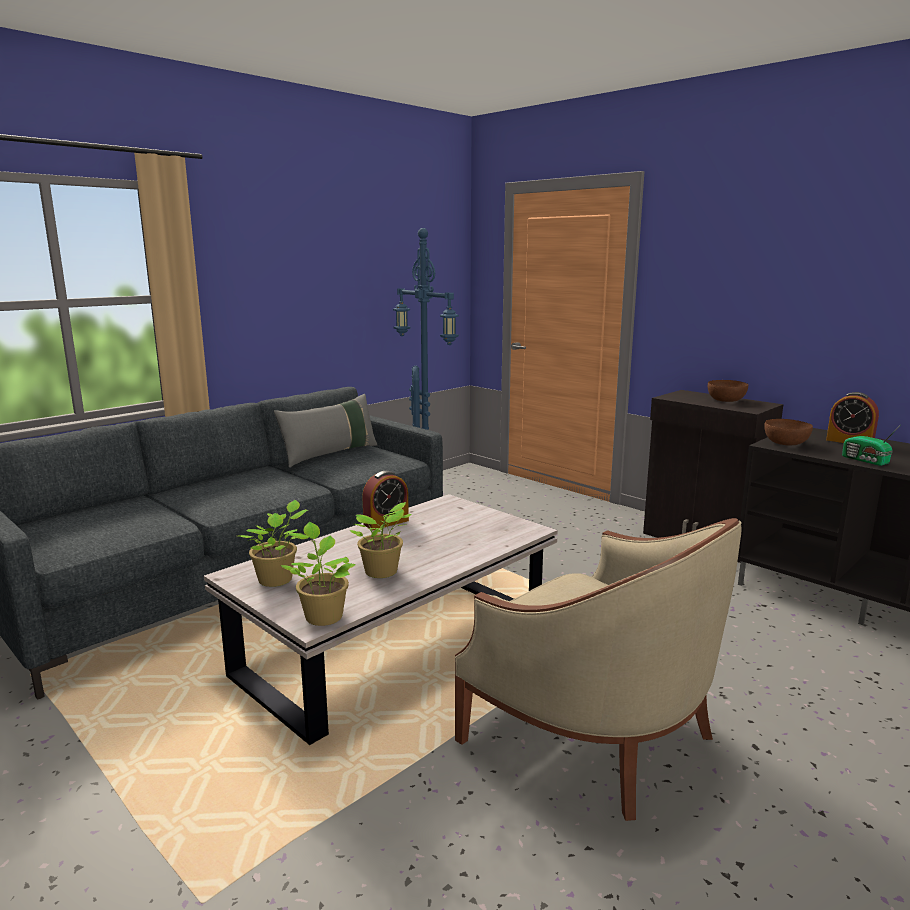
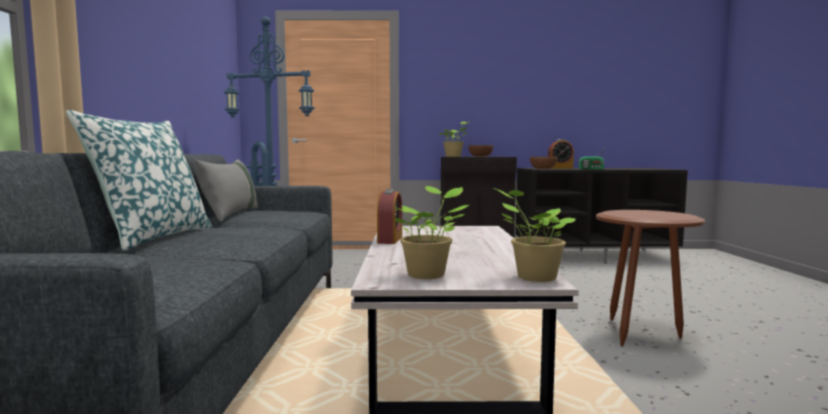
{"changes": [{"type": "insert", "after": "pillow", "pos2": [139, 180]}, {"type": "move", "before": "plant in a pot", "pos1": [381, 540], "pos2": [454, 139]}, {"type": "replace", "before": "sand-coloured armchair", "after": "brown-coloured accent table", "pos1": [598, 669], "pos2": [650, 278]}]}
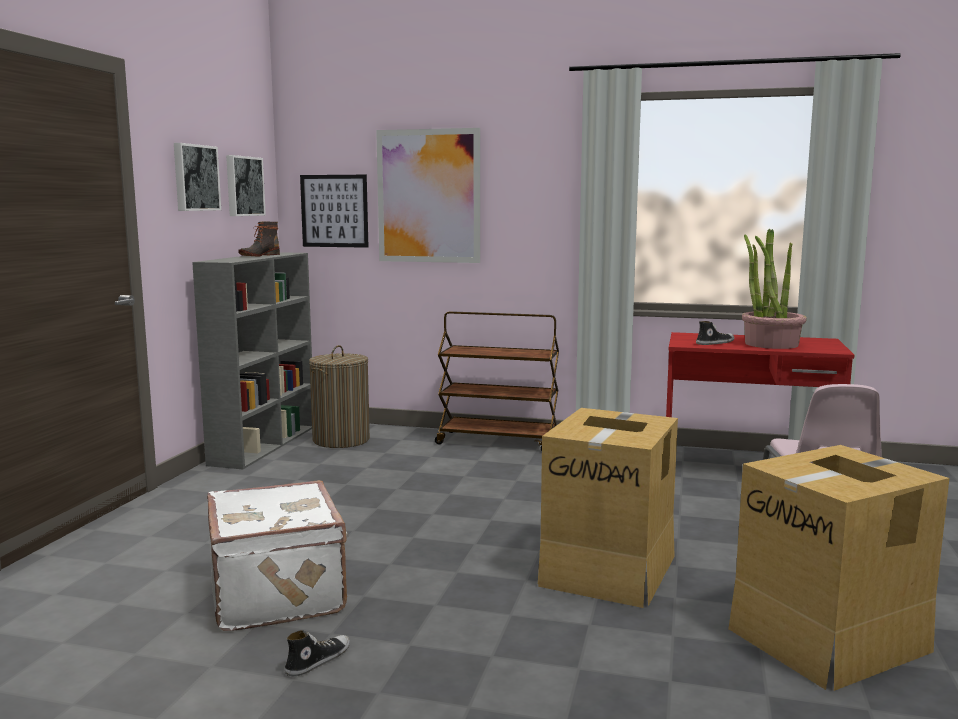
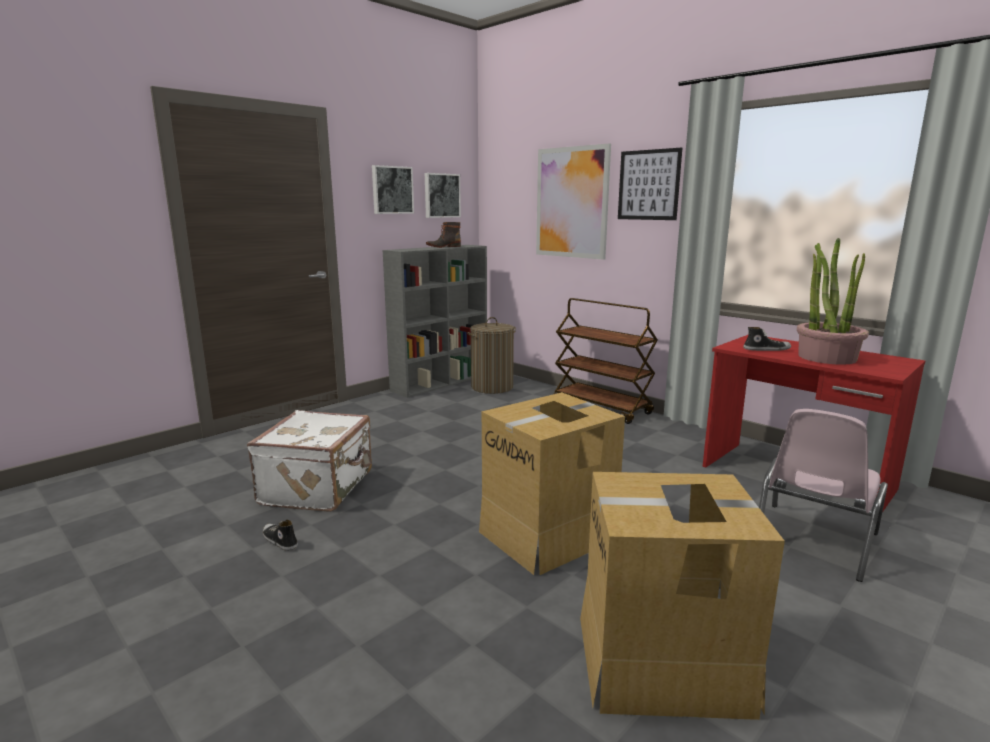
{"changes": [{"type": "move", "before": "wall picture", "pos1": [334, 211], "pos2": [650, 184]}, {"type": "rotate", "before": "shoe", "pos1": [317, 653], "pos2": [280, 535], "turn": -120}]}
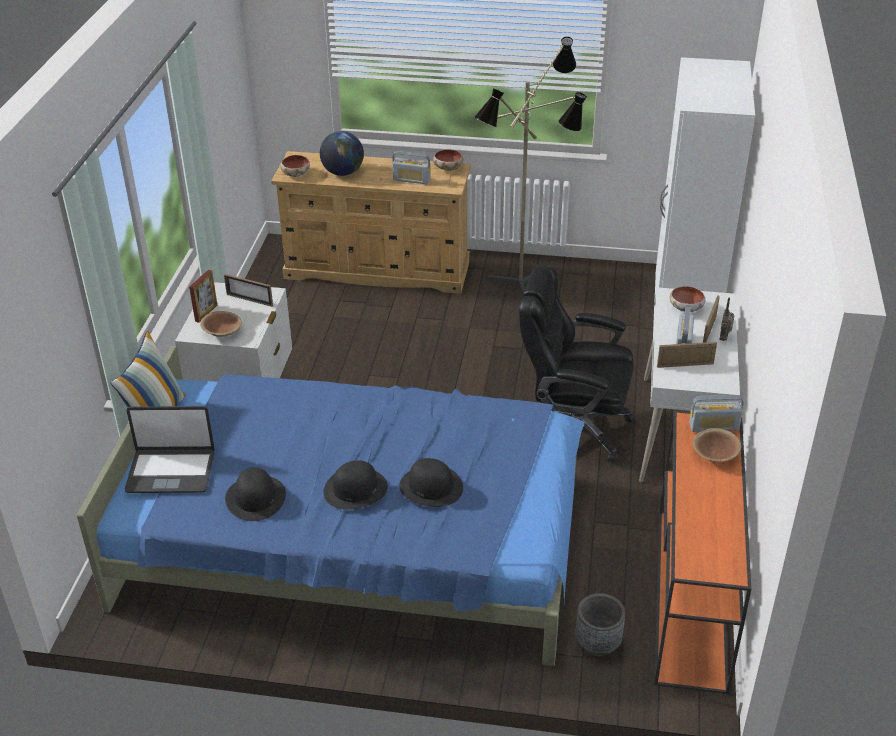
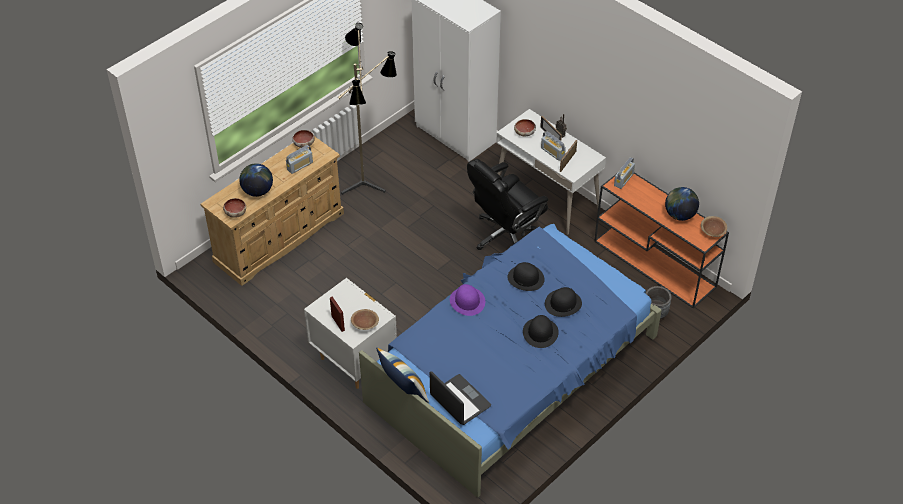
{"changes": [{"type": "delete", "before": "picture frame", "pos1": [248, 290]}, {"type": "insert", "after": "purplish wearable hat", "pos2": [467, 300]}, {"type": "insert", "after": "desk globe", "pos2": [682, 204]}, {"type": "move", "before": "black wearable hat", "pos1": [255, 494], "pos2": [526, 276]}, {"type": "move", "before": "brown-coloured deep dish", "pos1": [717, 445], "pos2": [714, 226]}, {"type": "rotate", "before": "notebook computer", "pos1": [170, 449], "pos2": [460, 398], "turn": -75}]}
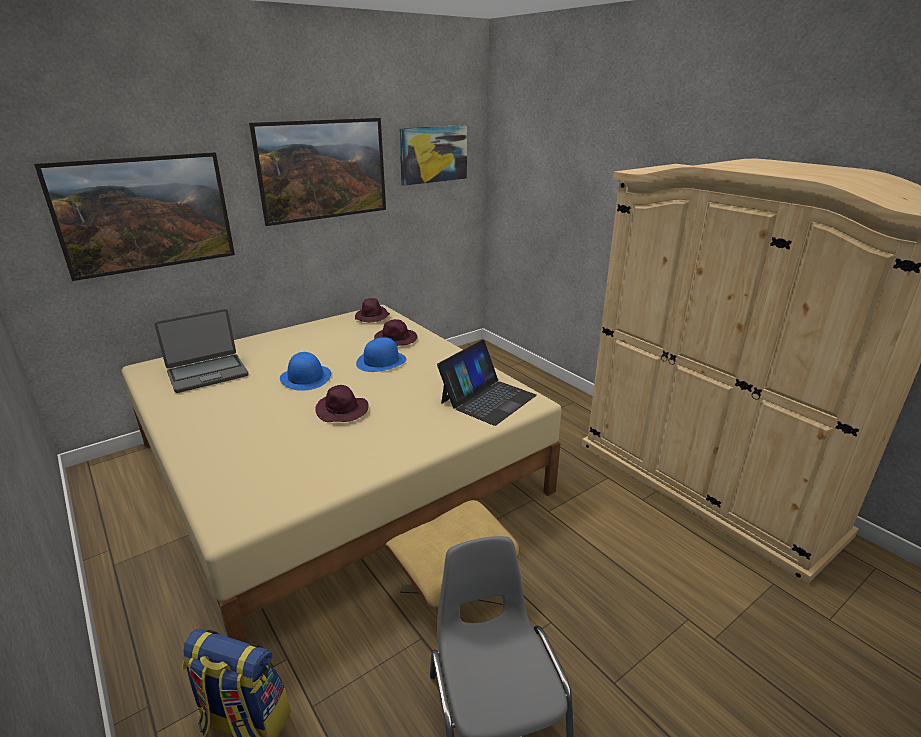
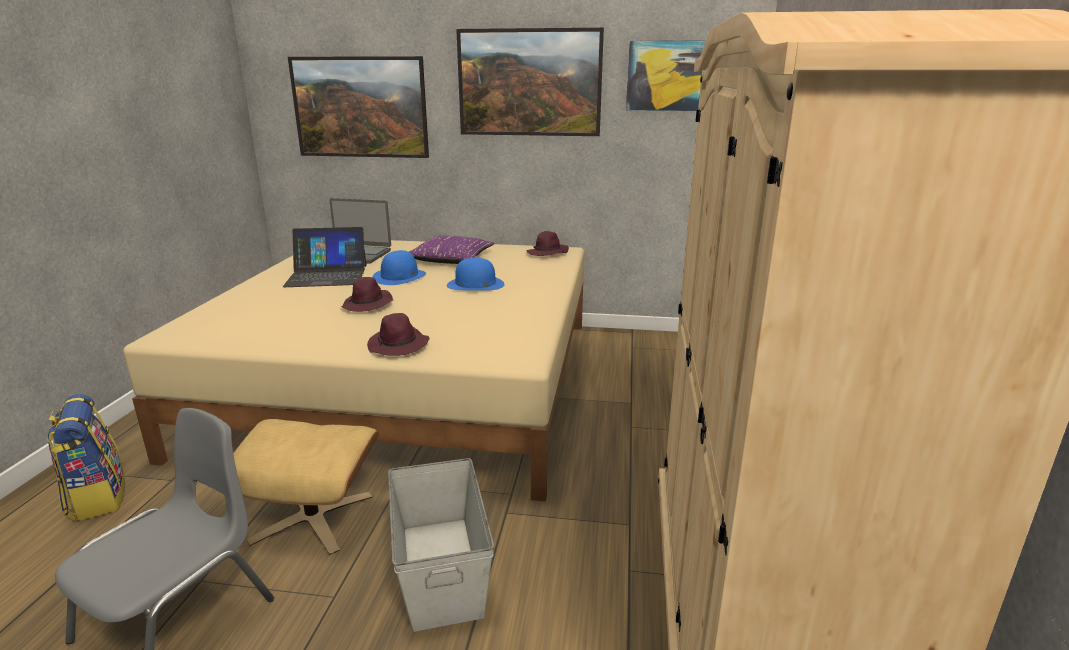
{"changes": [{"type": "insert", "after": "gray storage bin", "pos2": [441, 545]}, {"type": "insert", "after": "purplish pillow", "pos2": [452, 249]}, {"type": "move", "before": "purplish wearable hat", "pos1": [395, 332], "pos2": [398, 334]}, {"type": "move", "before": "notebook computer", "pos1": [487, 383], "pos2": [325, 257]}]}
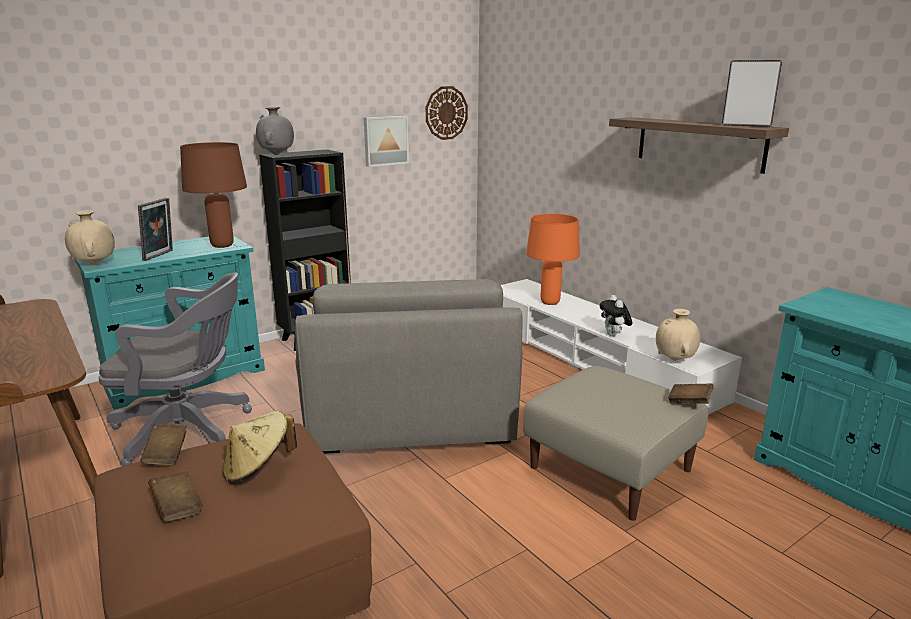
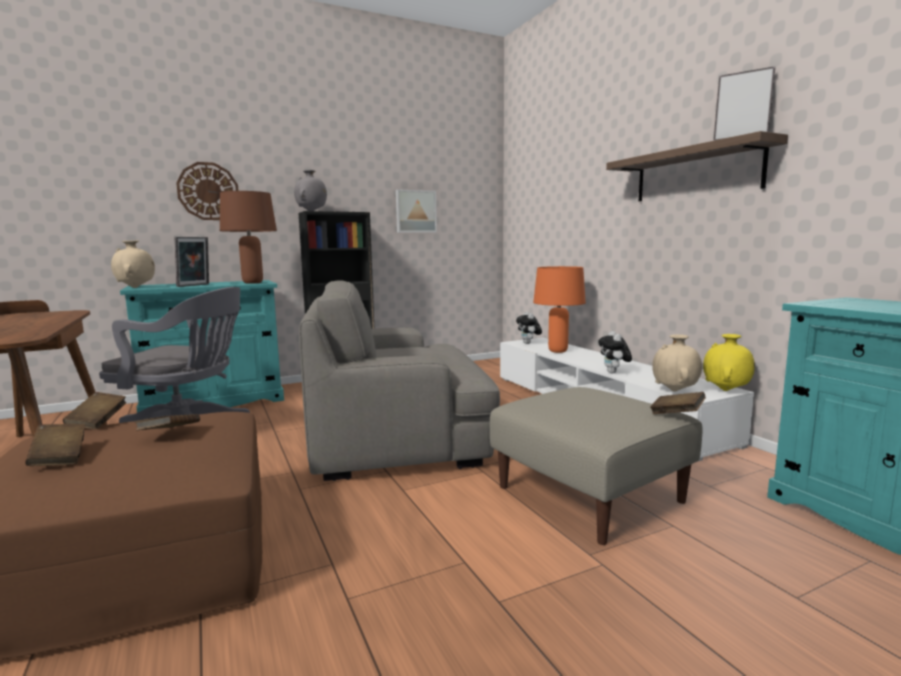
{"changes": [{"type": "insert", "after": "cuddly toy", "pos2": [529, 328]}, {"type": "insert", "after": "yellowish decorative vase", "pos2": [729, 362]}, {"type": "move", "before": "clock on the wall", "pos1": [447, 113], "pos2": [207, 191]}, {"type": "replace", "before": "sand-coloured wearable hat", "after": "brown-coloured volume", "pos1": [260, 447], "pos2": [167, 422]}, {"type": "rotate", "before": "gray armchair", "pos1": [409, 366], "pos2": [399, 381], "turn": 75}]}
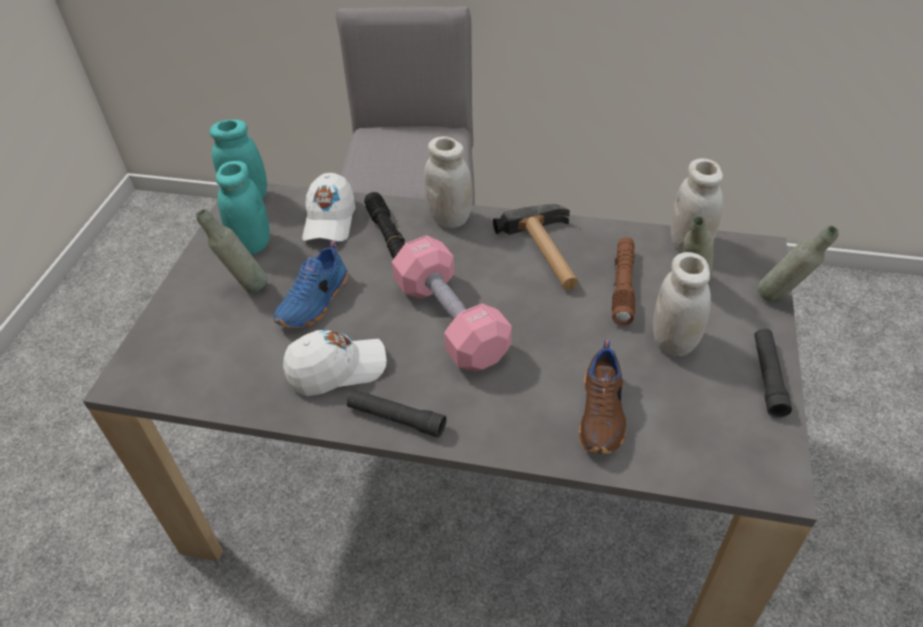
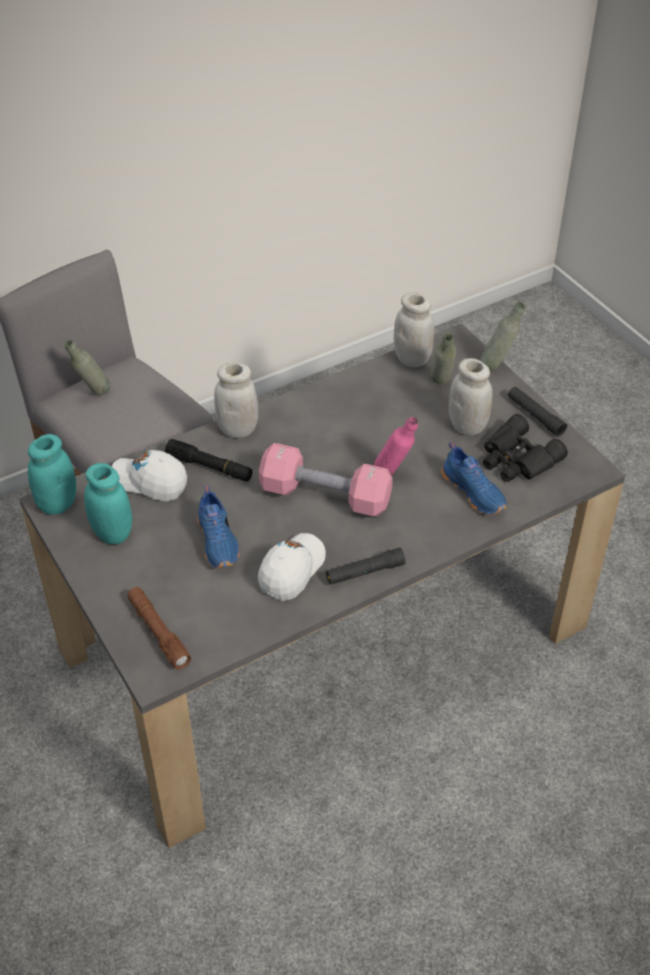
{"changes": [{"type": "delete", "before": "hand hammer", "pos1": [535, 247]}, {"type": "insert", "after": "pink-coloured beverage bottle", "pos2": [396, 446]}, {"type": "insert", "after": "black field glasses", "pos2": [525, 448]}, {"type": "move", "before": "gray beverage bottle", "pos1": [232, 251], "pos2": [88, 368]}, {"type": "move", "before": "brown-coloured torch", "pos1": [623, 281], "pos2": [159, 628]}, {"type": "recolor", "before": "brown-coloured shoe", "after": "blue-coloured shoe", "pos1": [602, 397], "pos2": [474, 478]}, {"type": "rotate", "before": "white peaked cap", "pos1": [329, 207], "pos2": [149, 475], "turn": 150}]}
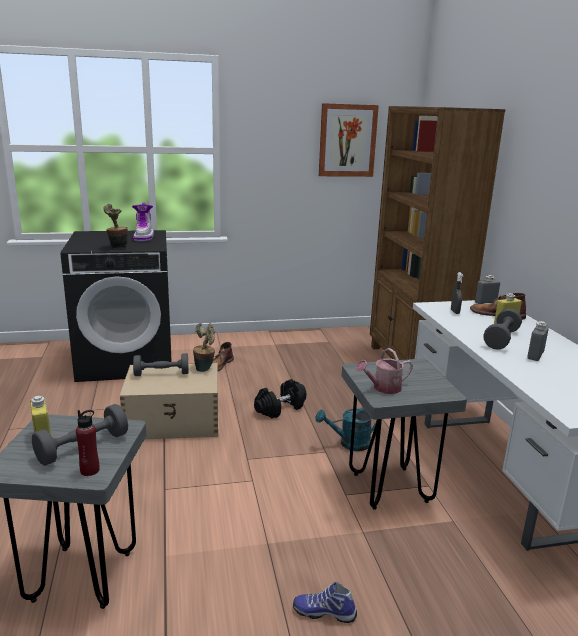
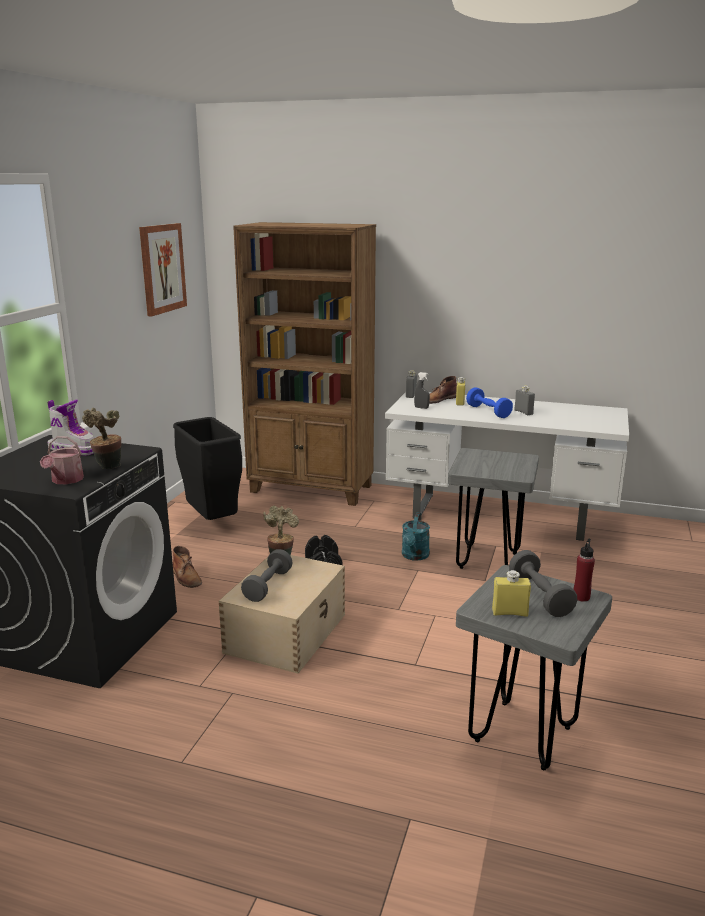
{"changes": [{"type": "delete", "before": "shoe", "pos1": [325, 602]}, {"type": "insert", "after": "black trash can", "pos2": [207, 468]}, {"type": "move", "before": "watering can", "pos1": [384, 371], "pos2": [62, 460]}, {"type": "recolor", "before": "gray hand weight", "after": "blue-coloured hand weight", "pos1": [502, 329], "pos2": [489, 402]}]}
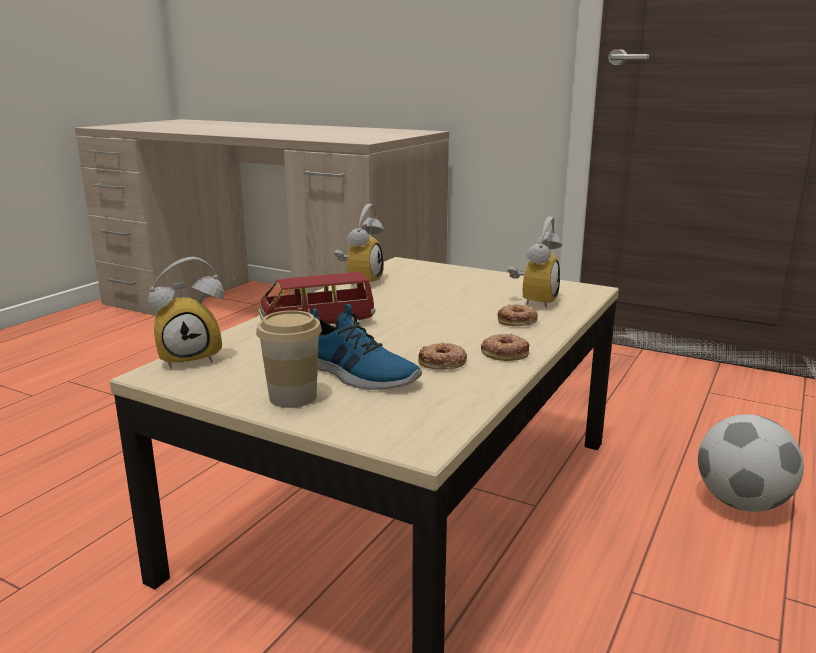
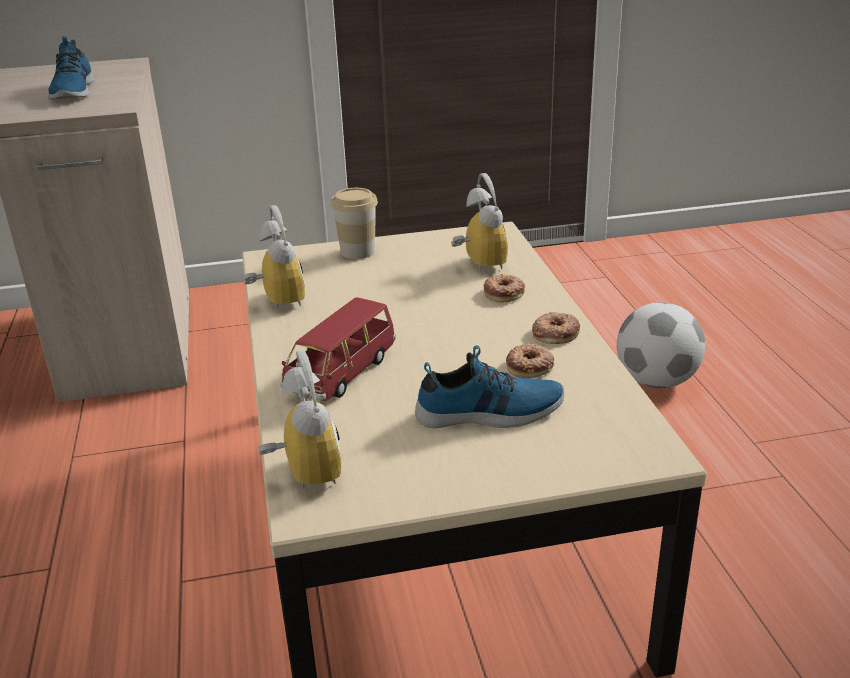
{"changes": [{"type": "insert", "after": "shoe", "pos2": [71, 68]}, {"type": "move", "before": "small cup", "pos1": [289, 359], "pos2": [354, 223]}, {"type": "rotate", "before": "table clock", "pos1": [186, 313], "pos2": [299, 419], "turn": -45}]}
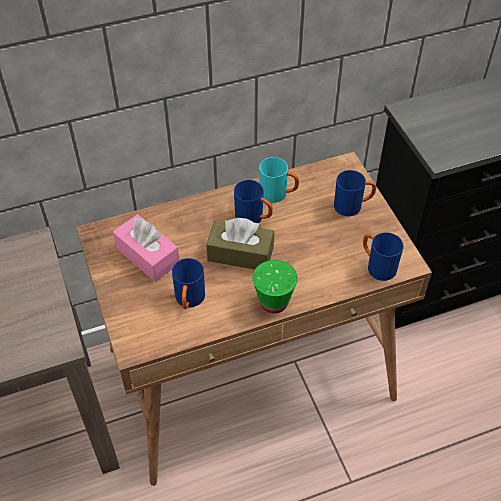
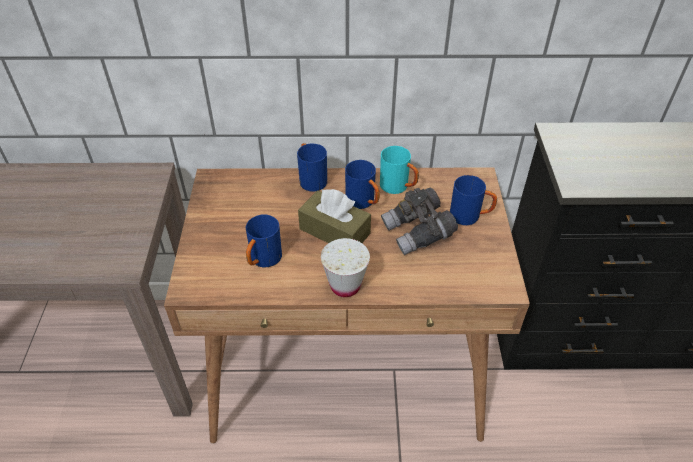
{"changes": [{"type": "delete", "before": "pink-coloured box of tissues", "pos1": [146, 248]}, {"type": "insert", "after": "gray field glasses", "pos2": [419, 221]}, {"type": "move", "before": "blue-coloured coffee mug", "pos1": [383, 257], "pos2": [312, 167]}, {"type": "recolor", "before": "greenish small cup", "after": "white small cup", "pos1": [275, 287], "pos2": [345, 267]}]}
